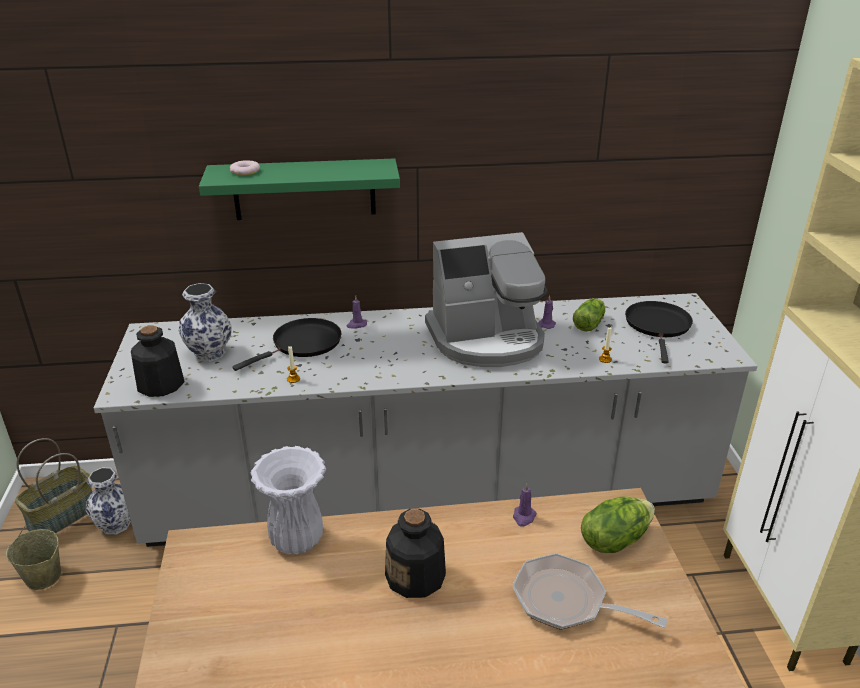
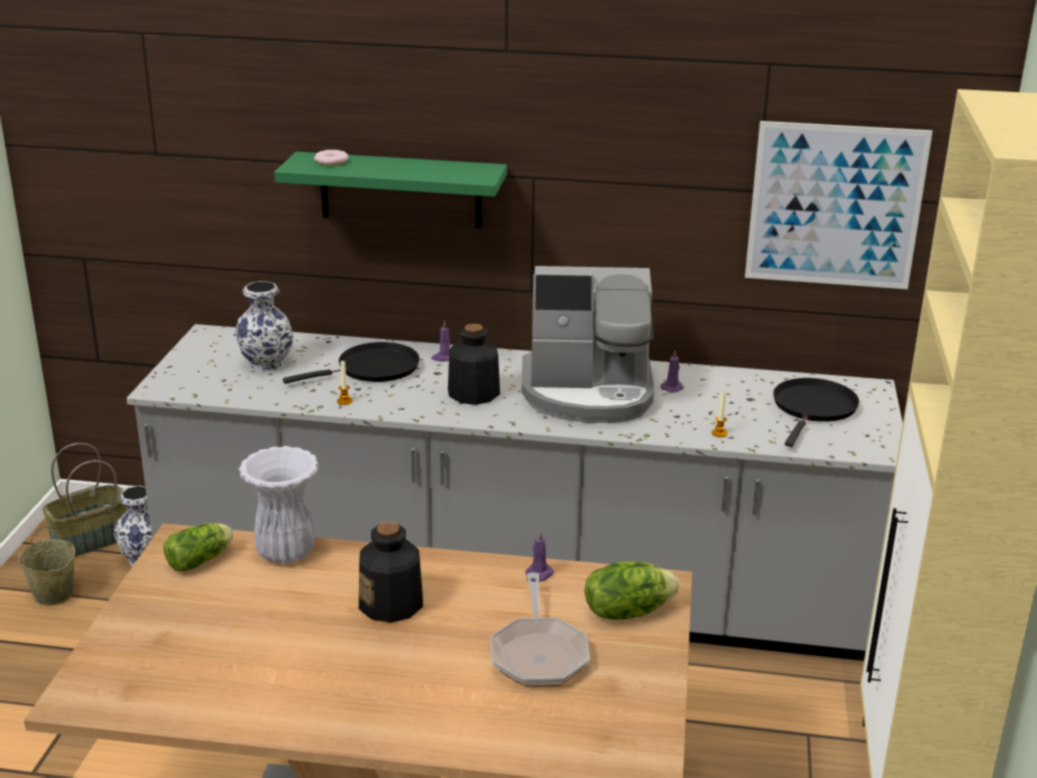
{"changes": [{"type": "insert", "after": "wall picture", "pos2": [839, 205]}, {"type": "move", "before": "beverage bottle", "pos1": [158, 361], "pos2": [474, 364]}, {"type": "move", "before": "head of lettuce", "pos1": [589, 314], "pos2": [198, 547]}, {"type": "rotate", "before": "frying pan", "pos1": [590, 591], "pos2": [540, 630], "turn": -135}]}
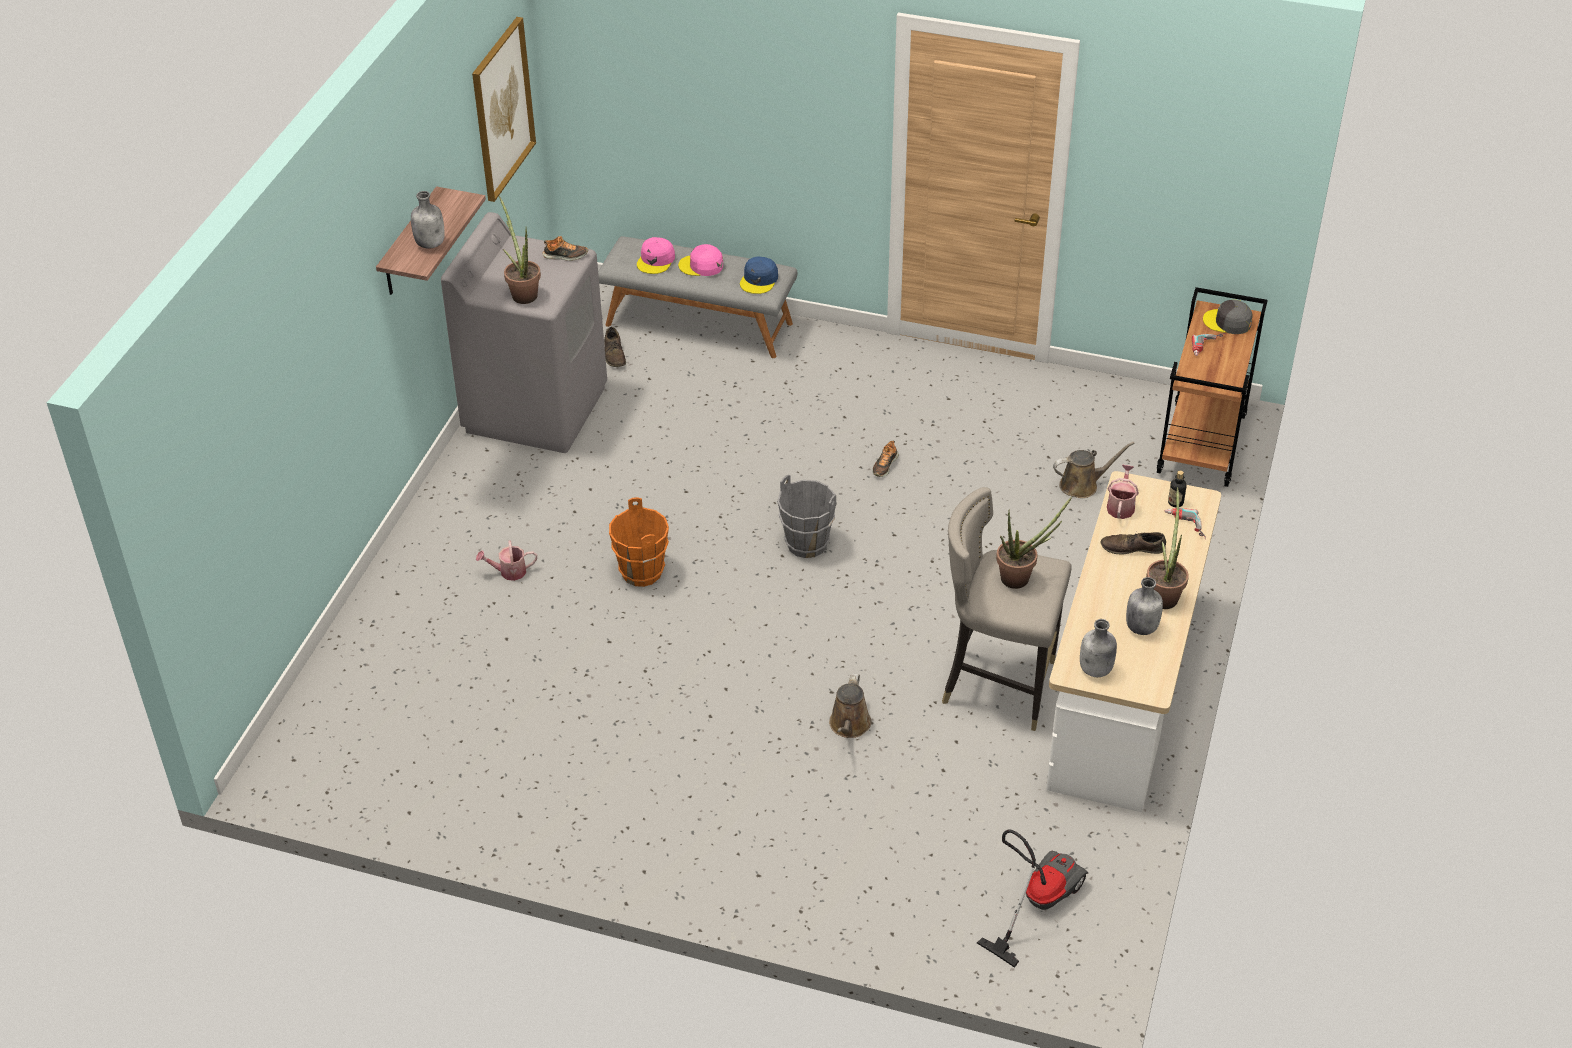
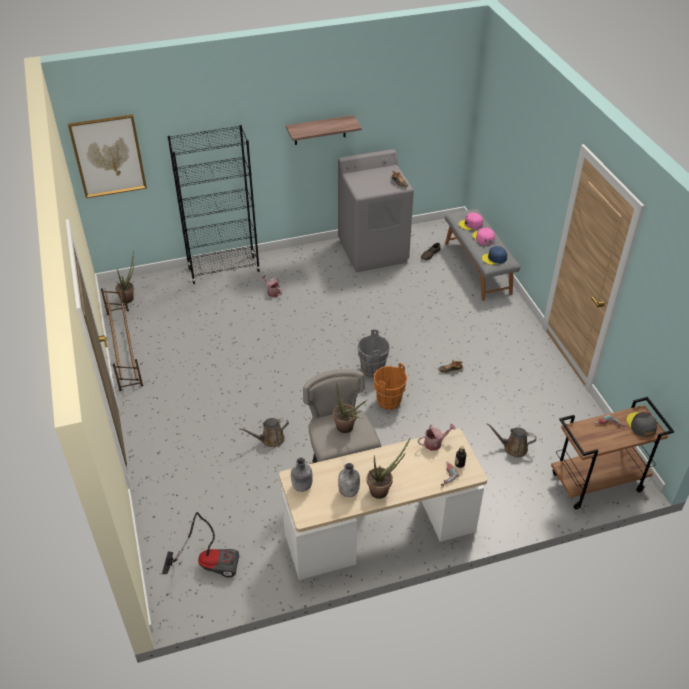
{"changes": [{"type": "delete", "before": "gray beverage bottle", "pos1": [428, 220]}, {"type": "delete", "before": "brown-coloured shoe", "pos1": [1133, 543]}, {"type": "insert", "after": "brown-coloured shoe rack", "pos2": [122, 338]}, {"type": "insert", "after": "black shelving unit", "pos2": [213, 204]}, {"type": "move", "before": "wall picture", "pos1": [504, 109], "pos2": [107, 156]}, {"type": "move", "before": "plant in a pot", "pos1": [520, 250], "pos2": [124, 276]}, {"type": "move", "before": "orangey water bucket", "pos1": [639, 542], "pos2": [390, 386]}, {"type": "rotate", "before": "brown-coloured watering can", "pos1": [1094, 470], "pos2": [511, 440], "turn": 150}]}
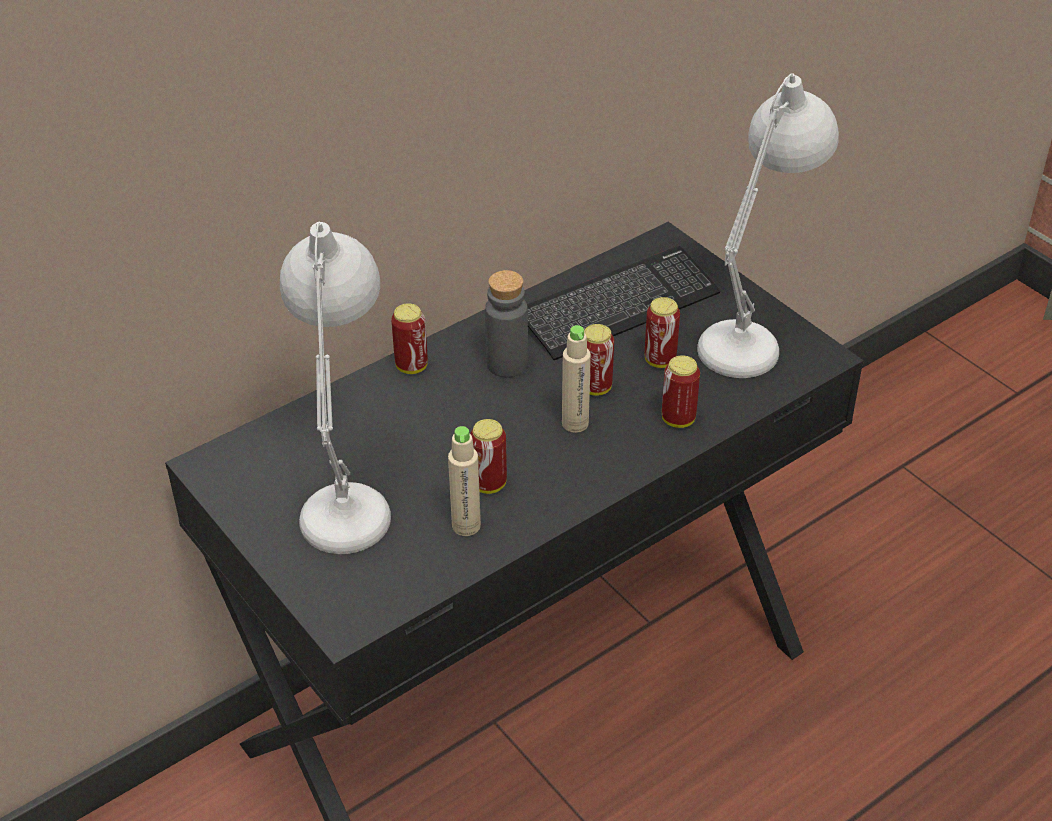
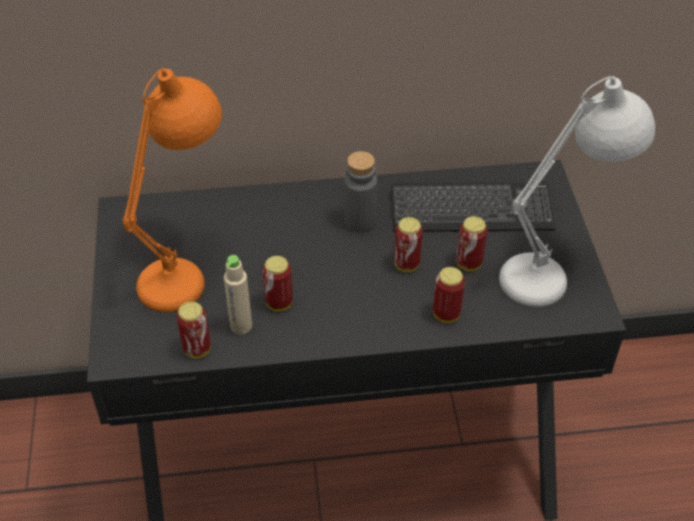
{"changes": [{"type": "delete", "before": "sand-coloured beverage bottle", "pos1": [576, 379]}, {"type": "move", "before": "can", "pos1": [409, 338], "pos2": [194, 329]}, {"type": "recolor", "before": "white tabletop lamp", "after": "orangey tabletop lamp", "pos1": [335, 388], "pos2": [172, 190]}]}
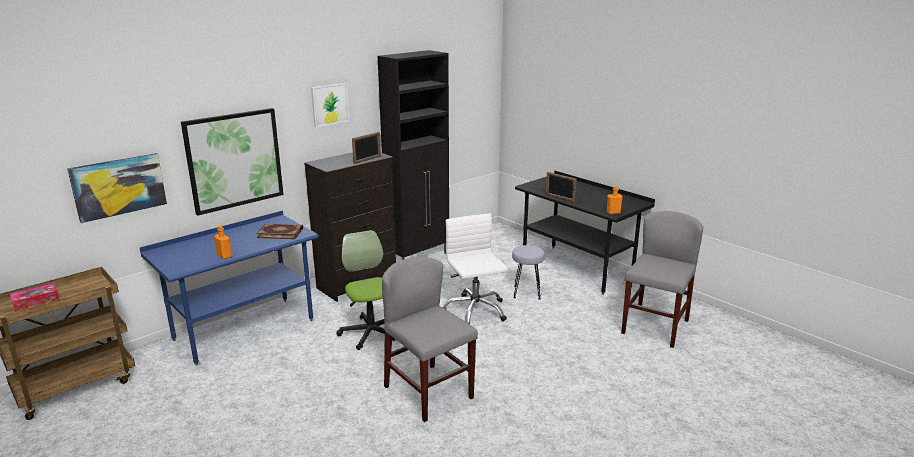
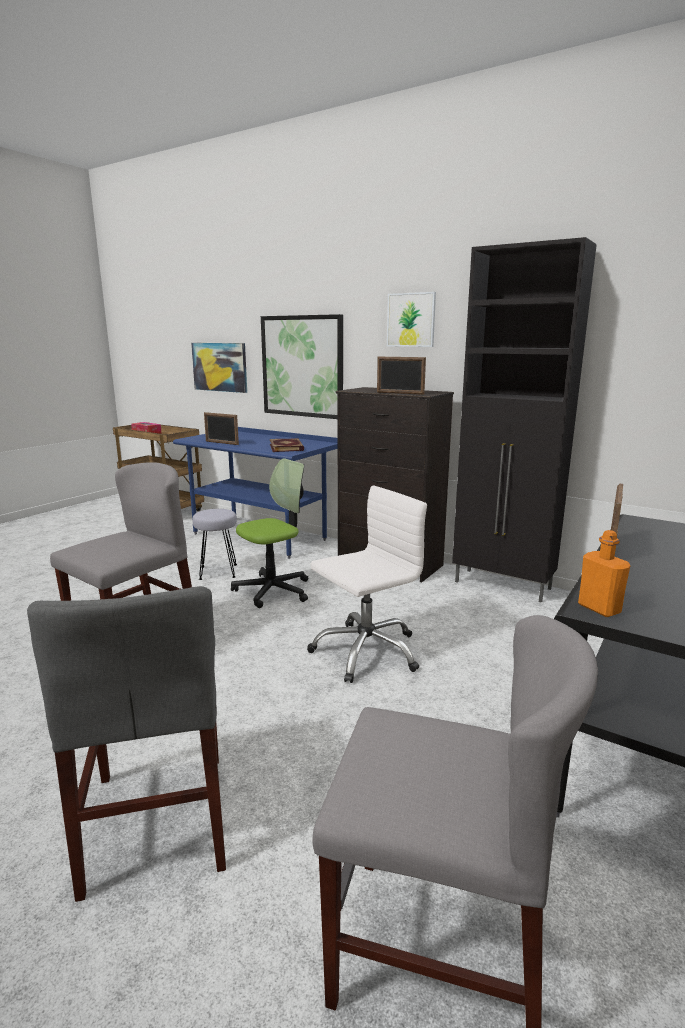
{"changes": [{"type": "insert", "after": "gray chair", "pos2": [126, 744]}, {"type": "move", "before": "gray sitting stool", "pos1": [528, 272], "pos2": [214, 544]}, {"type": "replace", "before": "orangey beverage bottle", "after": "picture frame", "pos1": [223, 242], "pos2": [221, 428]}]}
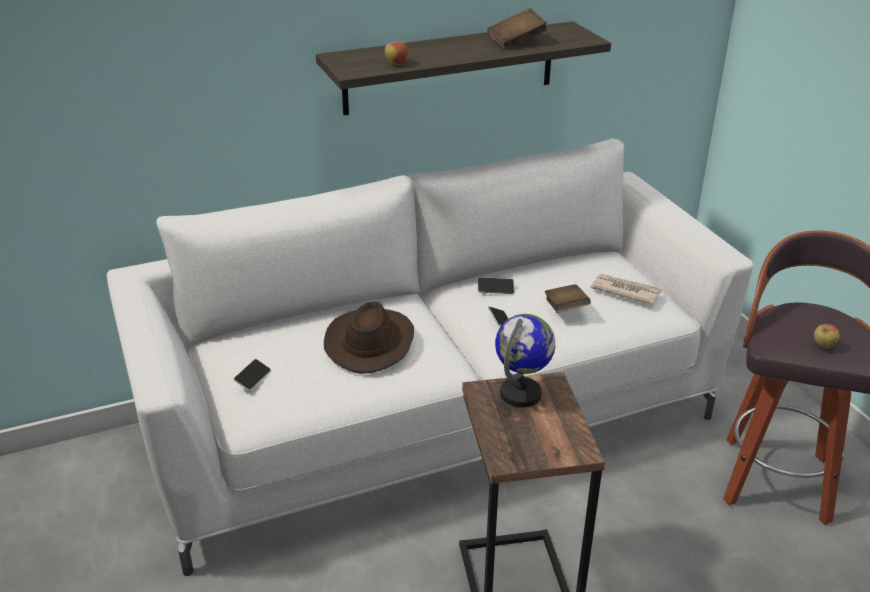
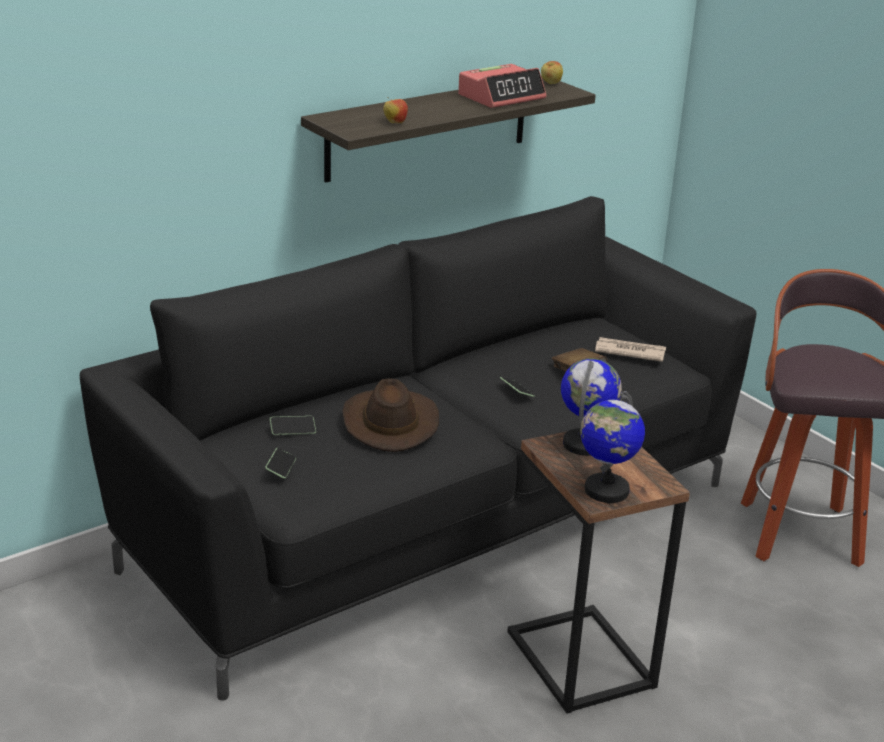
{"changes": [{"type": "insert", "after": "desk globe", "pos2": [612, 447]}, {"type": "move", "before": "telephone", "pos1": [496, 285], "pos2": [293, 425]}, {"type": "move", "before": "apple fruit", "pos1": [827, 336], "pos2": [552, 72]}, {"type": "replace", "before": "brown-coloured volume", "after": "table clock", "pos1": [517, 28], "pos2": [502, 86]}, {"type": "recolor", "before": "white settee", "after": "black settee", "pos1": [430, 357], "pos2": [418, 448]}]}
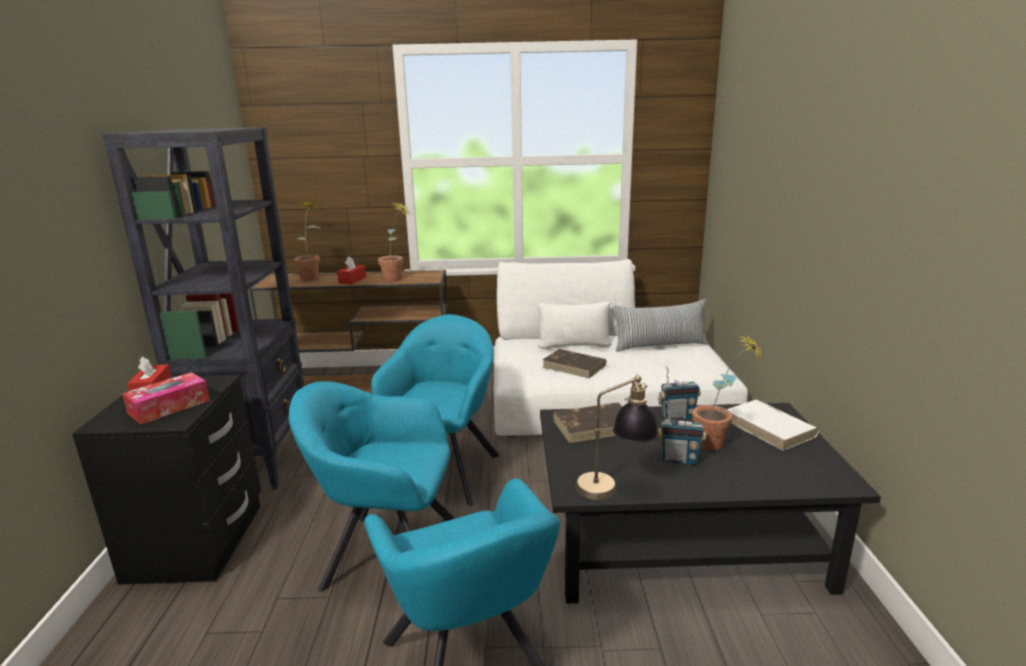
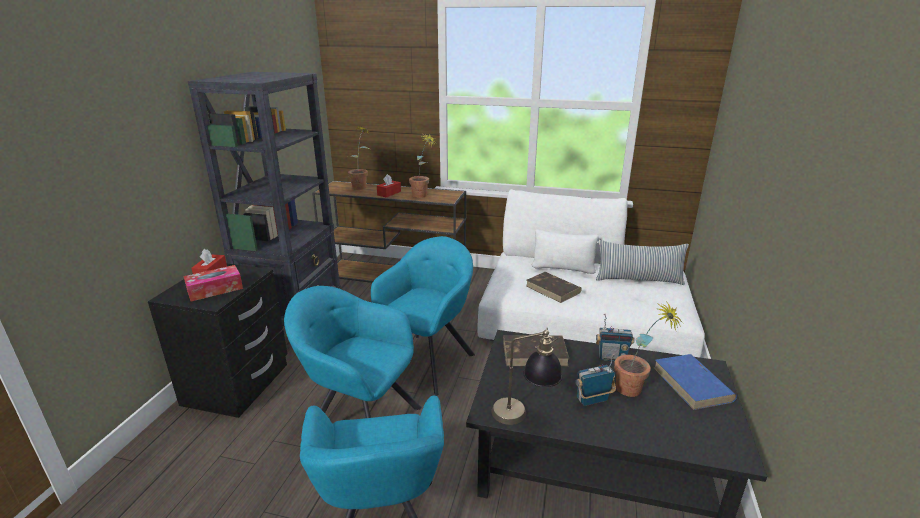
{"changes": [{"type": "recolor", "before": "white volume", "after": "blue-coloured volume", "pos1": [773, 425], "pos2": [695, 382]}, {"type": "rotate", "before": "radio set", "pos1": [682, 433], "pos2": [595, 380], "turn": 135}]}
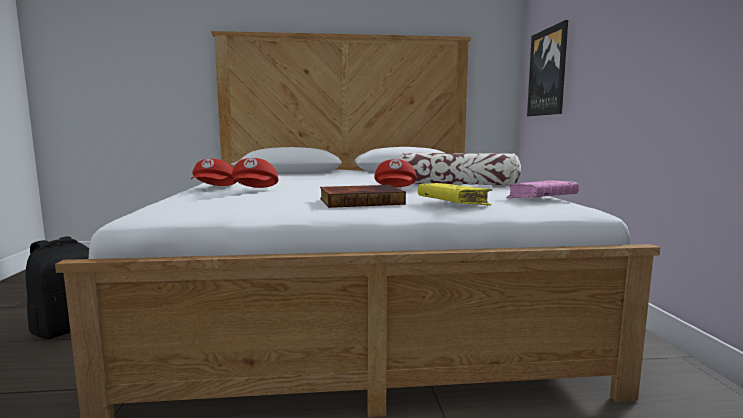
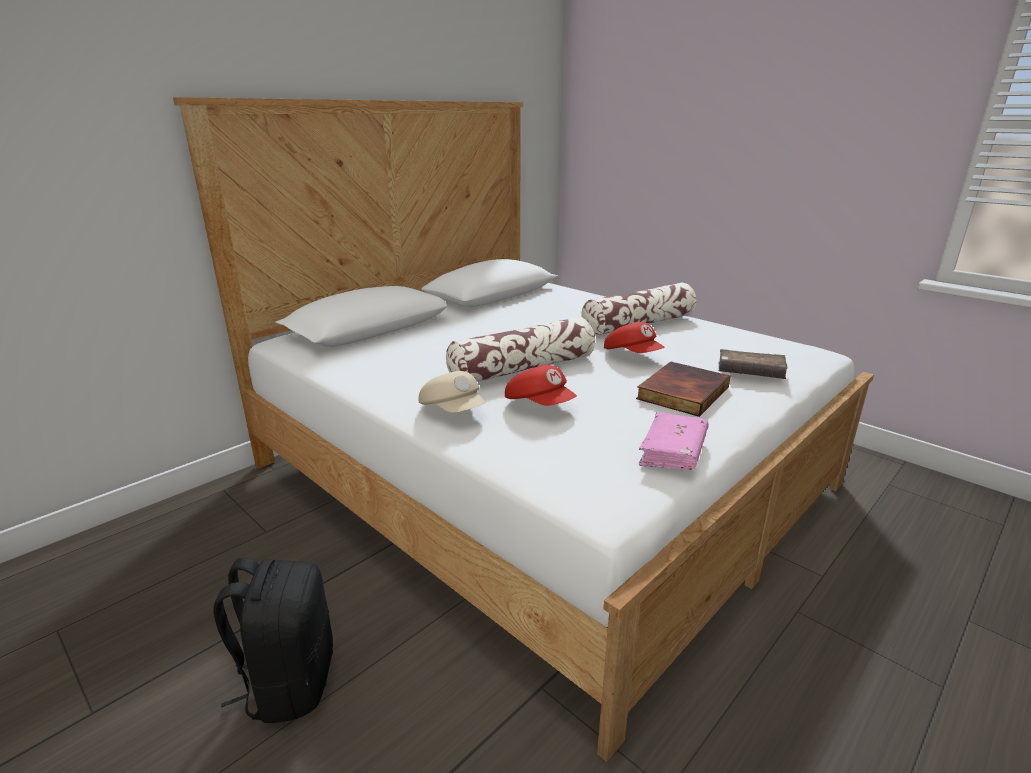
{"changes": [{"type": "delete", "before": "wall picture", "pos1": [547, 68]}, {"type": "insert", "after": "pillow", "pos2": [520, 349]}, {"type": "move", "before": "pink-coloured volume", "pos1": [542, 189], "pos2": [674, 441]}, {"type": "recolor", "before": "red-coloured peaked cap", "after": "sand-coloured peaked cap", "pos1": [214, 172], "pos2": [452, 392]}, {"type": "recolor", "before": "yellowish volume", "after": "brown-coloured volume", "pos1": [455, 194], "pos2": [753, 364]}]}
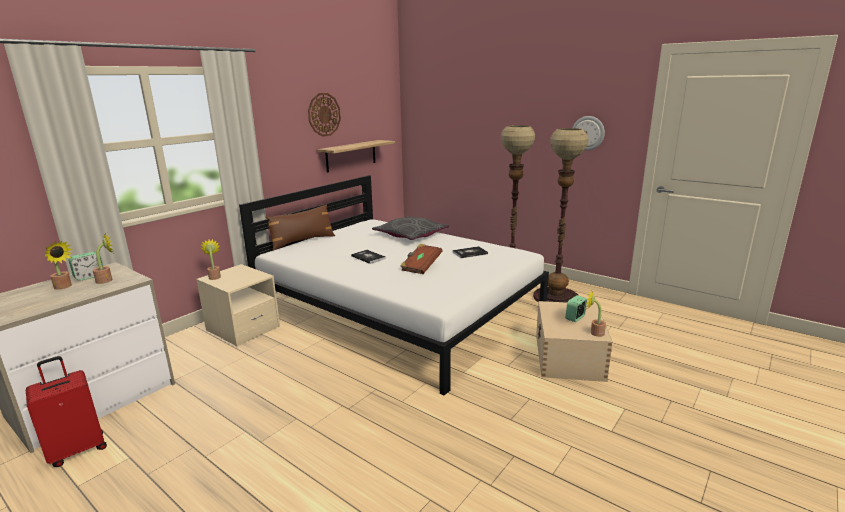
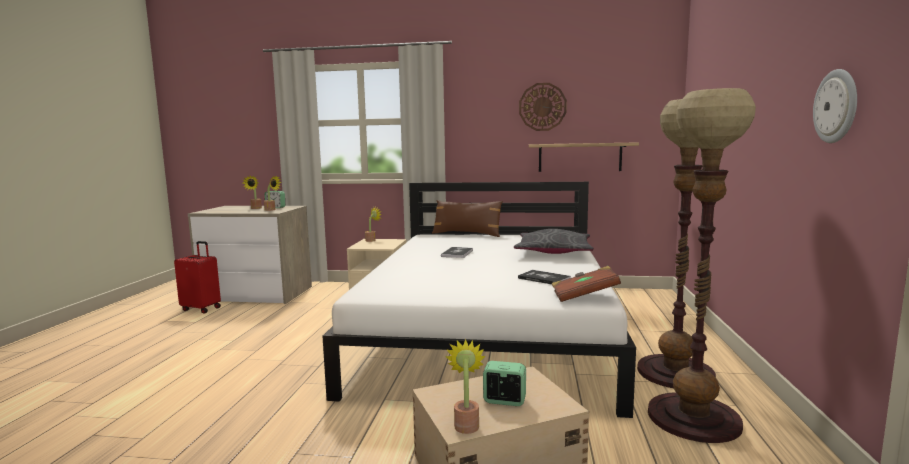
{"changes": [{"type": "move", "before": "brown-coloured volume", "pos1": [421, 259], "pos2": [586, 284]}]}
